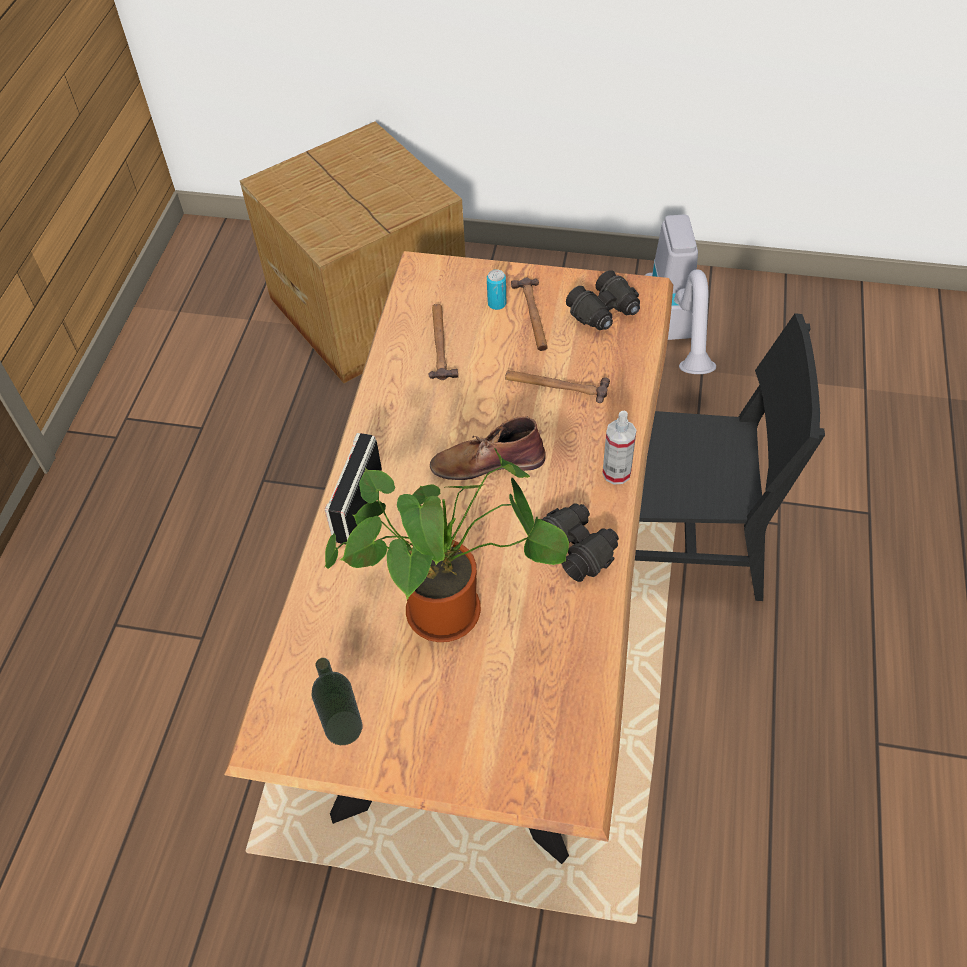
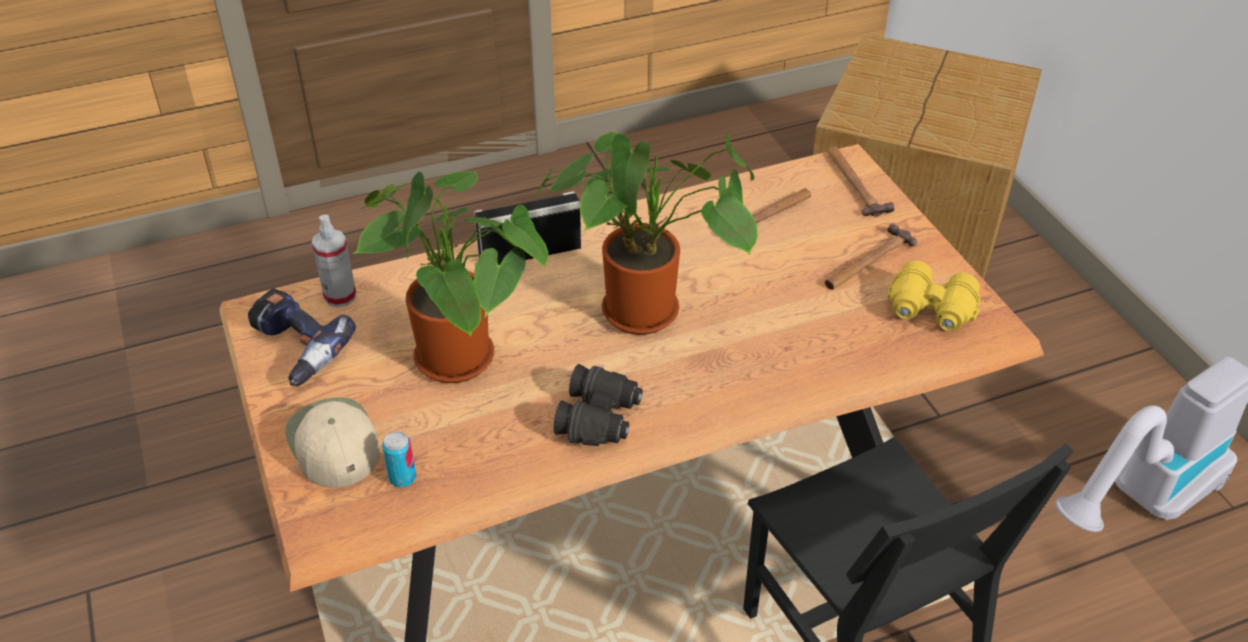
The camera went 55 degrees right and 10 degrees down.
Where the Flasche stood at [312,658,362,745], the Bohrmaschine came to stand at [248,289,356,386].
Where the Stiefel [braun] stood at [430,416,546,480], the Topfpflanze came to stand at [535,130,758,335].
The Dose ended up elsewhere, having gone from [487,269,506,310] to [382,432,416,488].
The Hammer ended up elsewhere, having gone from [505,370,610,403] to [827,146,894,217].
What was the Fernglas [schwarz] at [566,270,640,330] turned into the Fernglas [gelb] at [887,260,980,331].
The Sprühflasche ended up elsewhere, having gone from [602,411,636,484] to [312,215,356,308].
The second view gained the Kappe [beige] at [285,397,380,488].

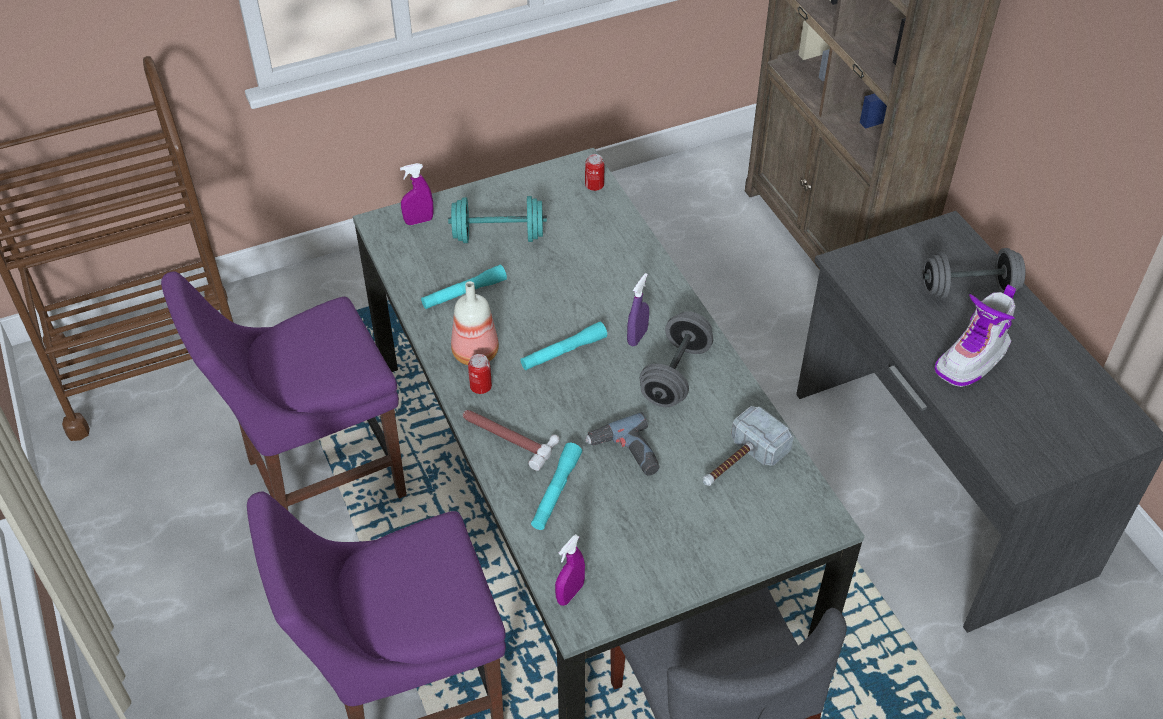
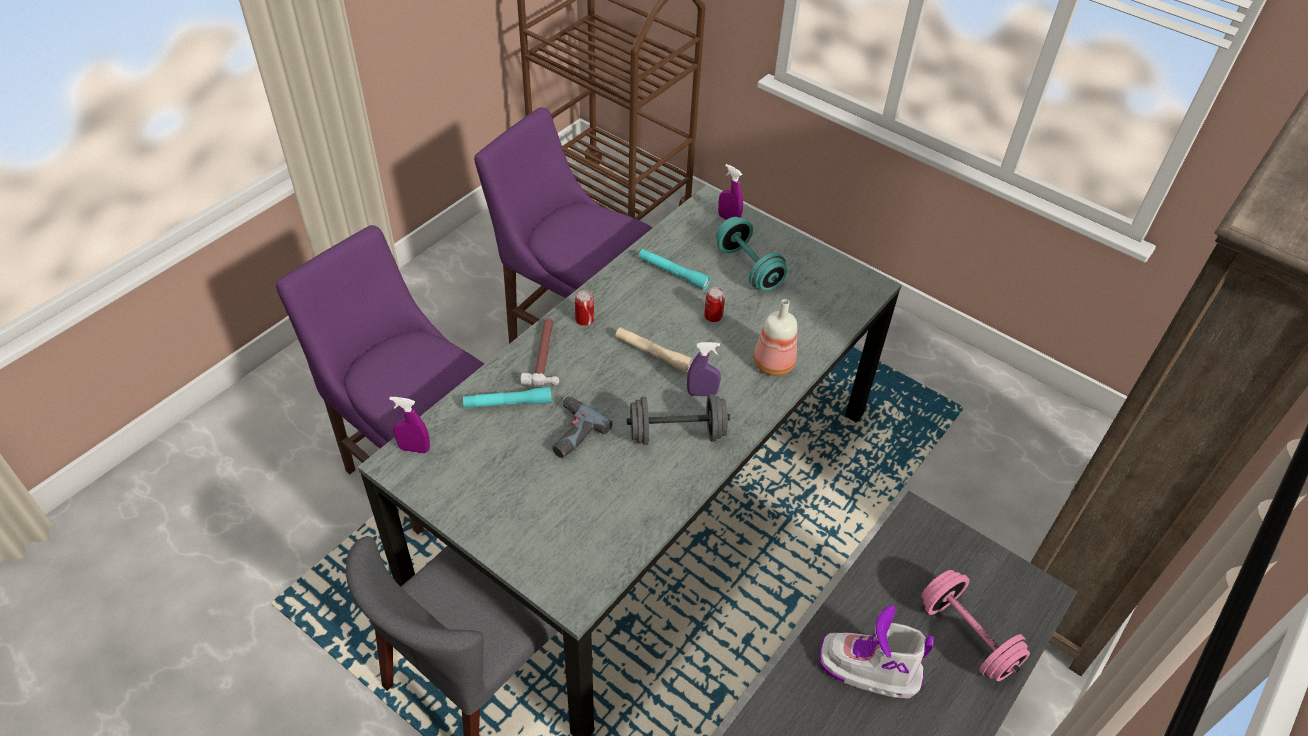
The camera went 60 degrees right and 0 degrees up.
The Flasche ended up elsewhere, having gone from [451,281,499,365] to [753,299,797,376].
What was the Taschenlampe [türkis] at [520,322,607,370] turned into the Taschenlampe [beige] at [615,327,693,373].
The Dose ended up elsewhere, having gone from [585,154,604,191] to [704,287,725,322].
The second view lost the Hammer at [703,406,794,486].
What was the Hantel [grau] at [922,248,1025,299] turned into the Hantel [rosa] at [922,570,1030,681].

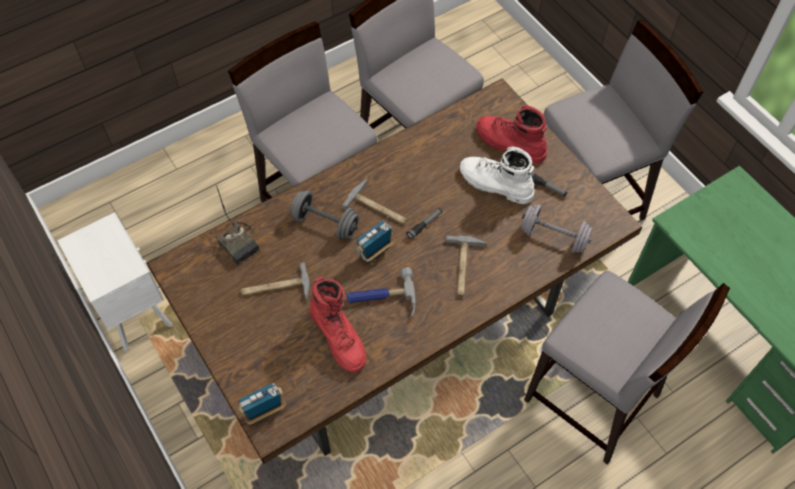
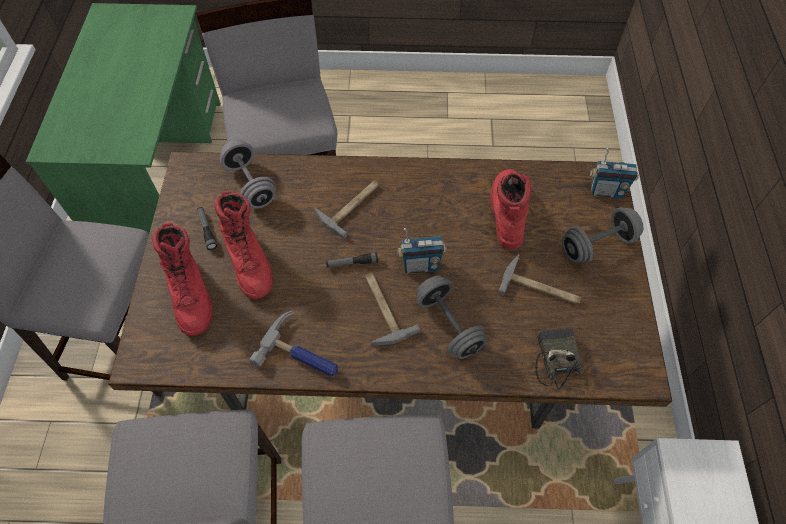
The camera went 145 degrees left and 0 degrees up.
The Hammer ended up elsewhere, having gone from [347,267,416,319] to [249,311,338,376].
What was the Stiefel [weiß] at [460,146,534,204] turned into the Stiefel [rot] at [214,190,273,300].
The second view gained the Hantel [grau] at [562,207,643,264].

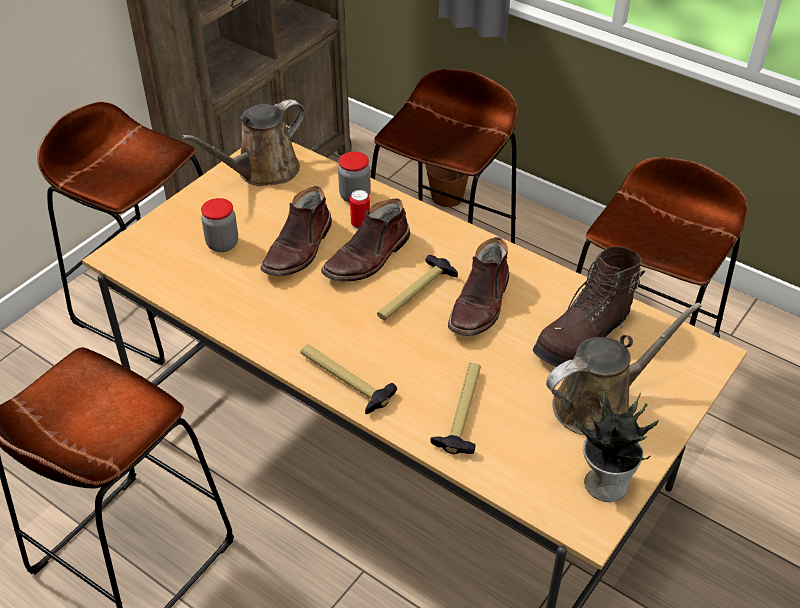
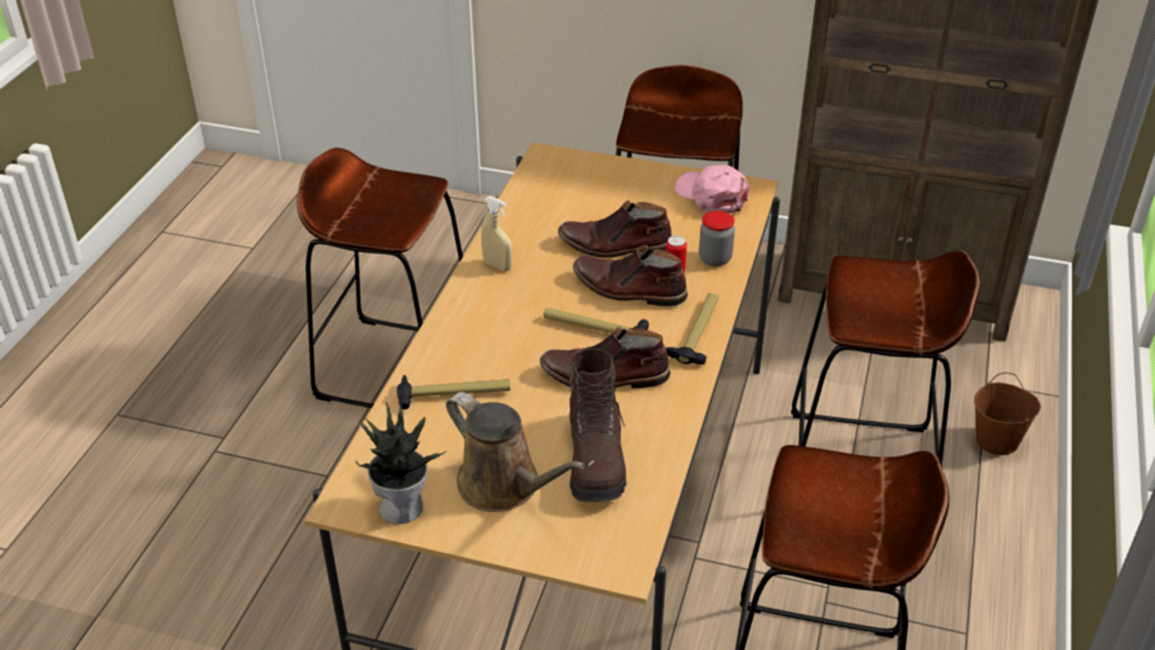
The camera went 70 degrees right and 5 degrees down.
Where the Gießkanne [braun] stood at [181,100,305,186], the Kappe [rosa] came to stand at [675,165,749,214].
The second view lost the Vorratsglas at [201,198,238,252].
The Hammer ended up elsewhere, having gone from [301,344,397,414] to [666,293,719,365].
The Stiefel [braun] at [533,246,645,367] ended up facing another way, 120 degrees counterclockwise from before.
The second view gained the Sprühflasche [beige] at [481,196,512,271].

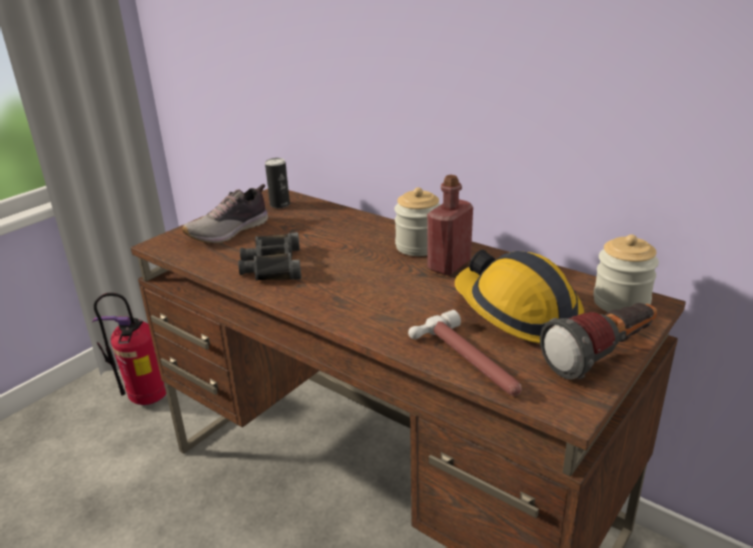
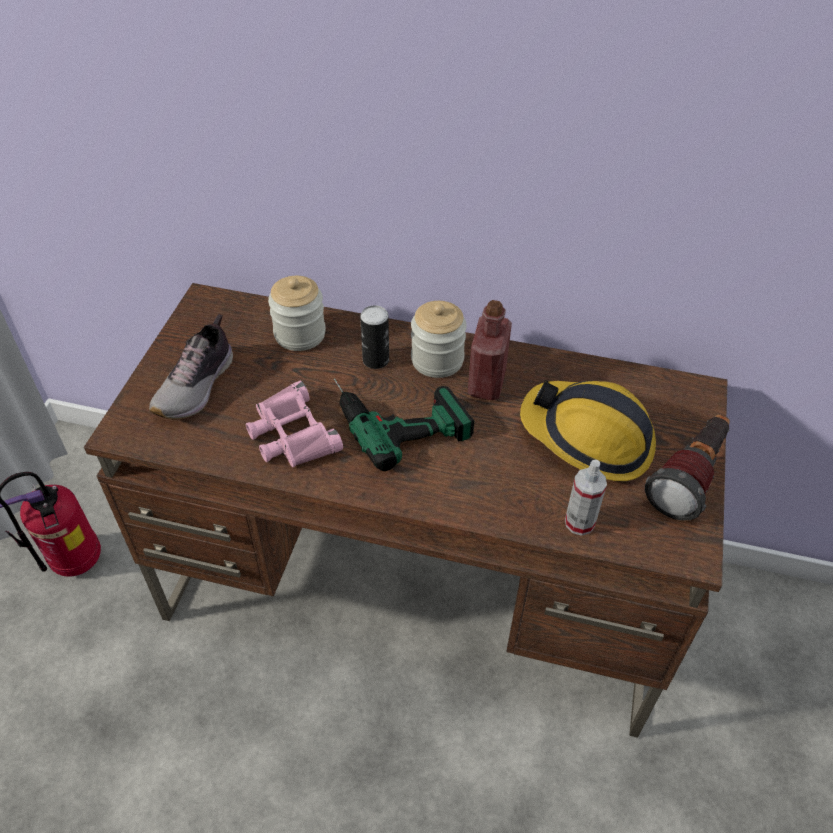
The camera went 25 degrees left and 20 degrees up.
What was the Fernglas [schwarz] at [238,232,301,281] turned into the Fernglas [rosa] at [246,381,343,467].
The Dose ended up elsewhere, having gone from [265,158,290,208] to [360,305,389,369].
Where the Hammer stood at [408,310,522,396], the Sprühflasche came to stand at [565,460,607,536].
The Vorratsglas ended up elsewhere, having gone from [593,234,659,312] to [268,276,326,351].
The second view gained the Bohrmaschine at [334,378,474,471].

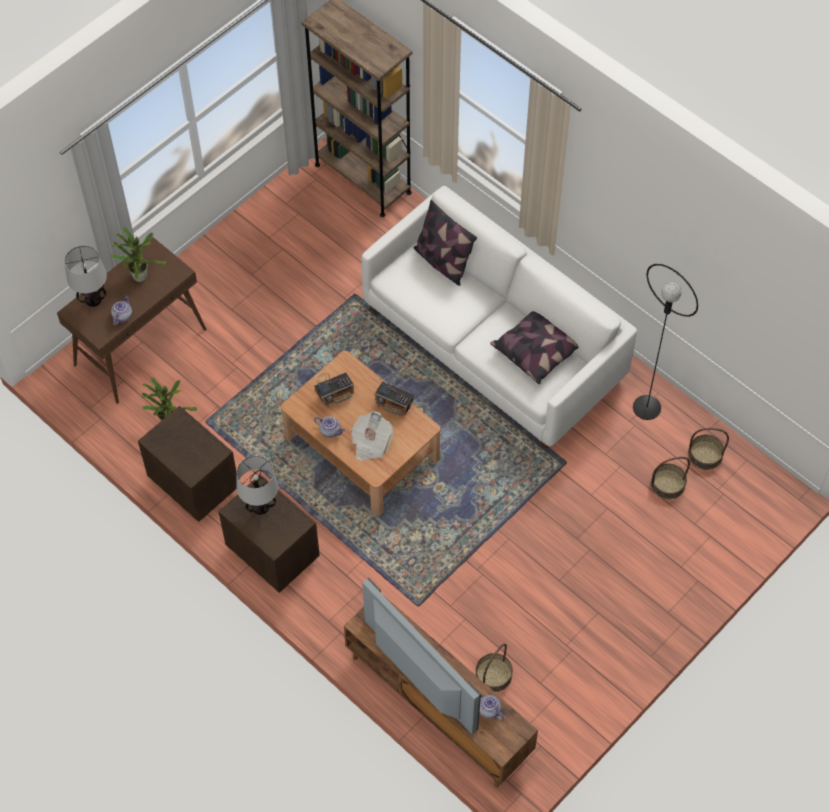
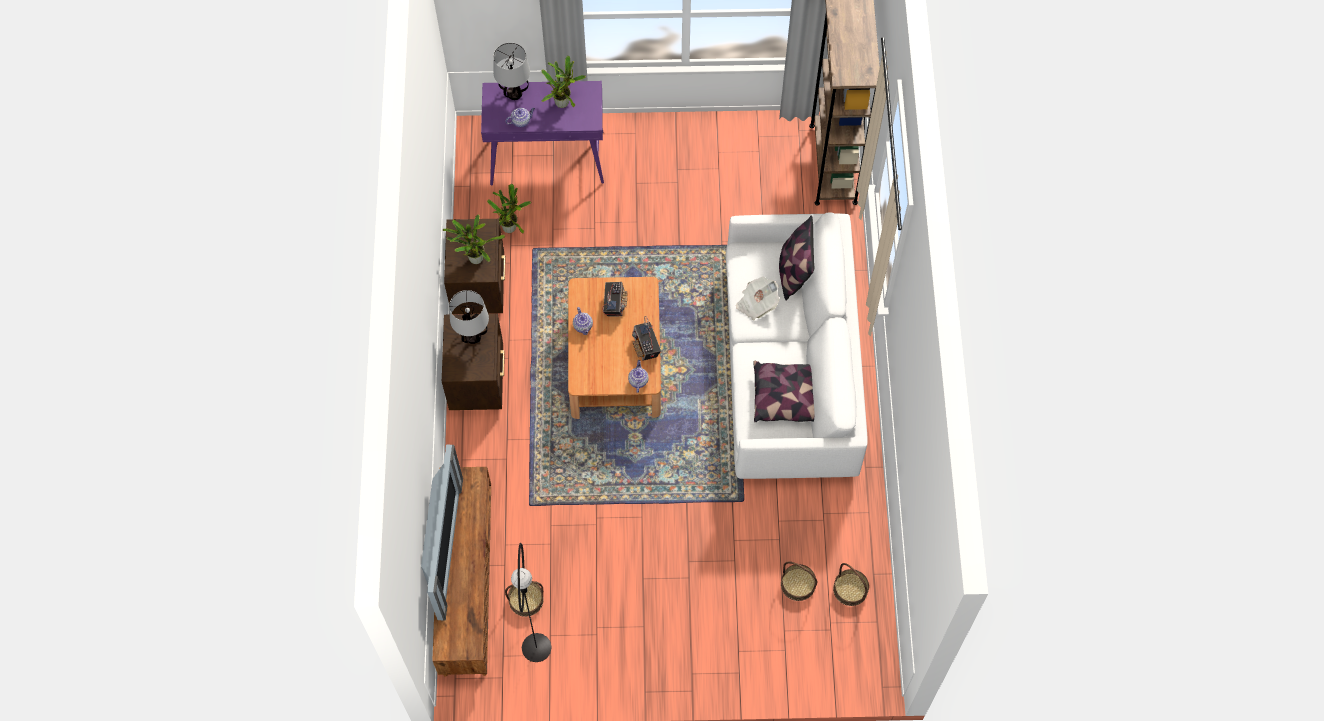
The camera went 45 degrees right and 5 degrees up.
What was the Konsolentisch [braun] at [57,237,206,404] turned into the Konsolentisch [lila] at [481,81,604,185].
The Radio at [314,372,354,407] ended up facing another way, 105 degrees counterclockwise from before.
The Zeitung ended up elsewhere, having gone from [351,411,393,460] to [736,276,779,321].
The Teekanne ended up elsewhere, having gone from [479,691,504,720] to [628,360,649,393].
The Stehlampe [schwarz] ended up elsewhere, having gone from [633,264,698,420] to [511,543,552,662].
The second view gained the Topfpflanze at [443,214,505,264].

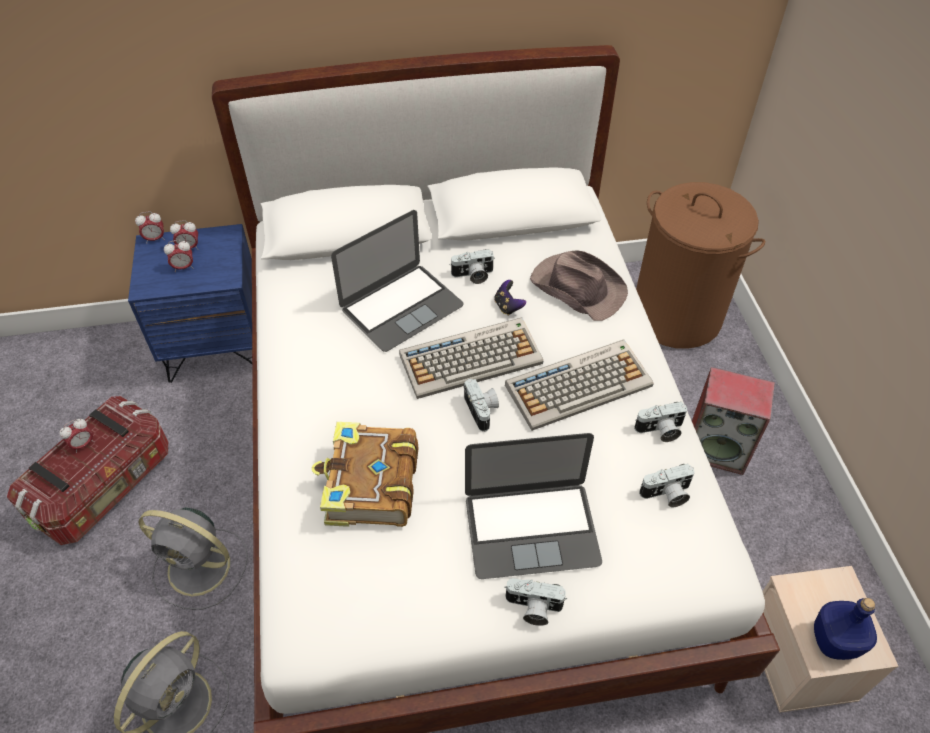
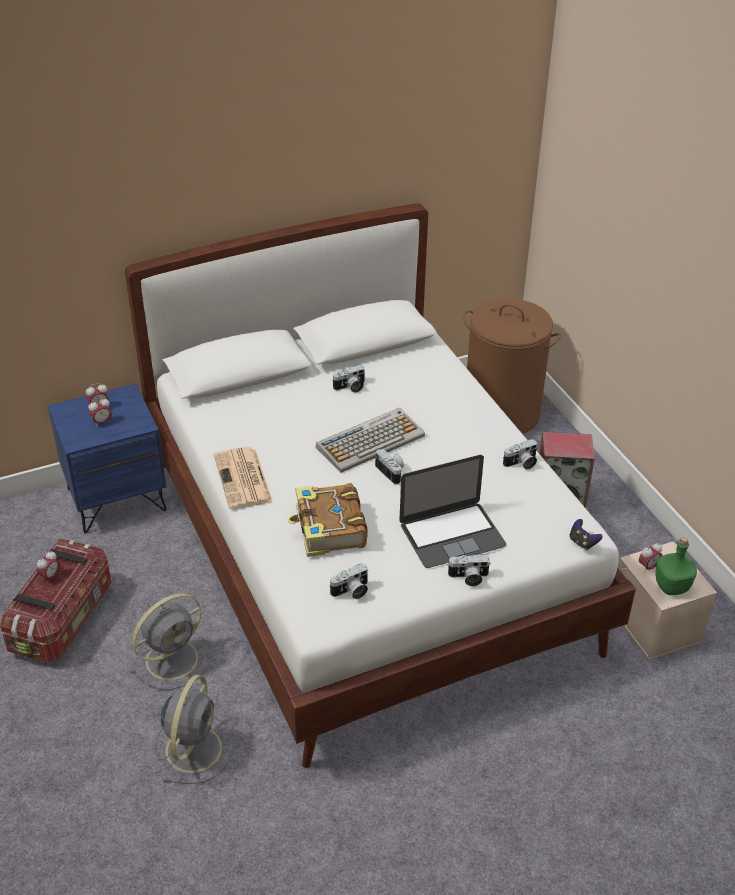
The camera went 15 degrees left and 10 degrees down.
The Wecker ended up elsewhere, having gone from [135,211,165,242] to [639,543,663,573].
The Ventilator [grau] at [139,507,248,610] ended up facing another way, 45 degrees counterclockwise from before.
The second view lost the Laptop at [331,210,464,352].
The Gamepad ended up elsewhere, having gone from [494,280,526,316] to [570,519,602,550].
The second view lost the Tastatur at [505,340,654,431].
The second view lost the Hut [braun] at [530,250,628,321].
The Kamera ended up elsewhere, having gone from [639,464,694,507] to [329,563,368,599].
What was the Flasche [blau] at [814,598,877,660] turned into the Flasche [grün] at [656,537,697,595].
The second view gained the Zeitung at [214,447,273,509].

